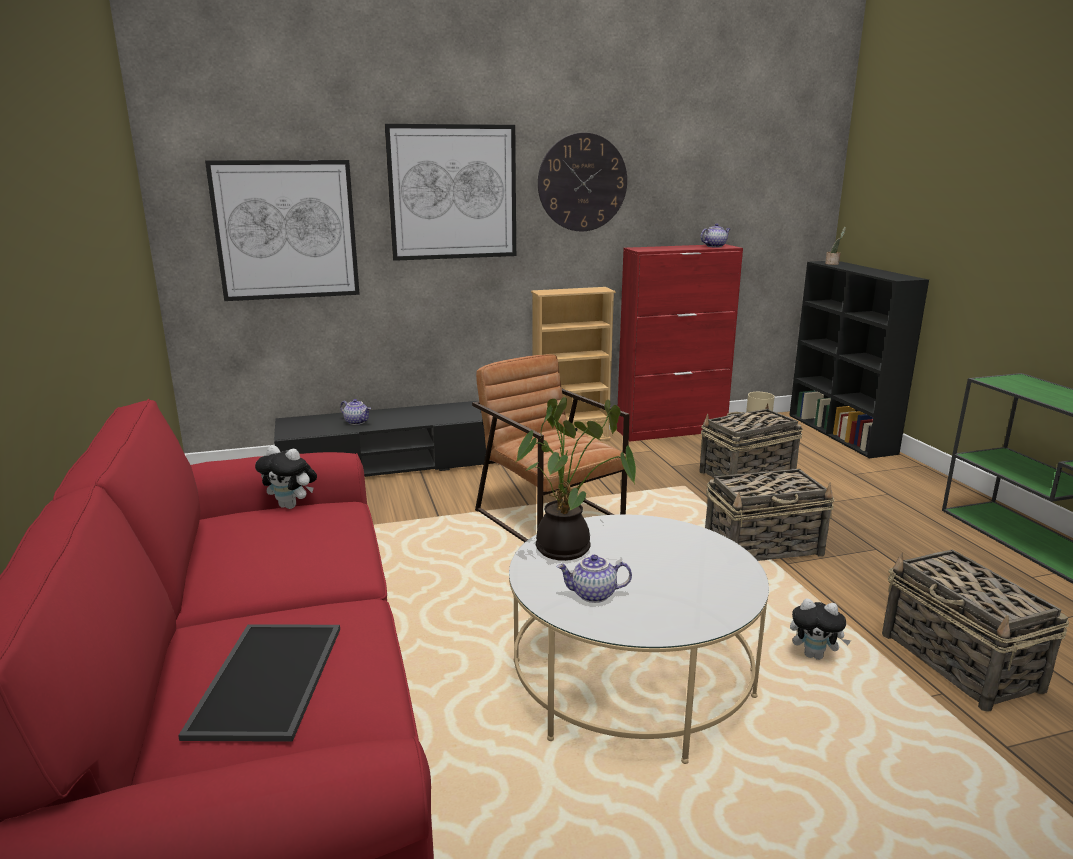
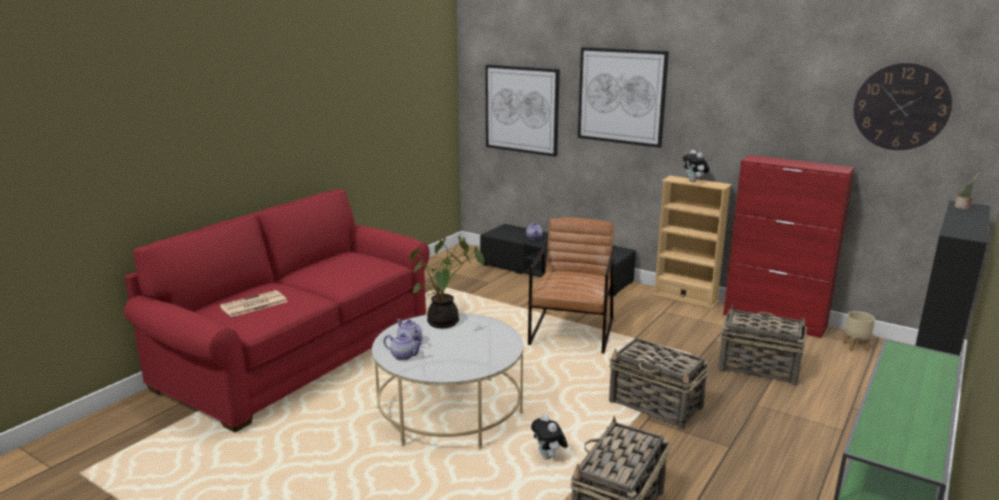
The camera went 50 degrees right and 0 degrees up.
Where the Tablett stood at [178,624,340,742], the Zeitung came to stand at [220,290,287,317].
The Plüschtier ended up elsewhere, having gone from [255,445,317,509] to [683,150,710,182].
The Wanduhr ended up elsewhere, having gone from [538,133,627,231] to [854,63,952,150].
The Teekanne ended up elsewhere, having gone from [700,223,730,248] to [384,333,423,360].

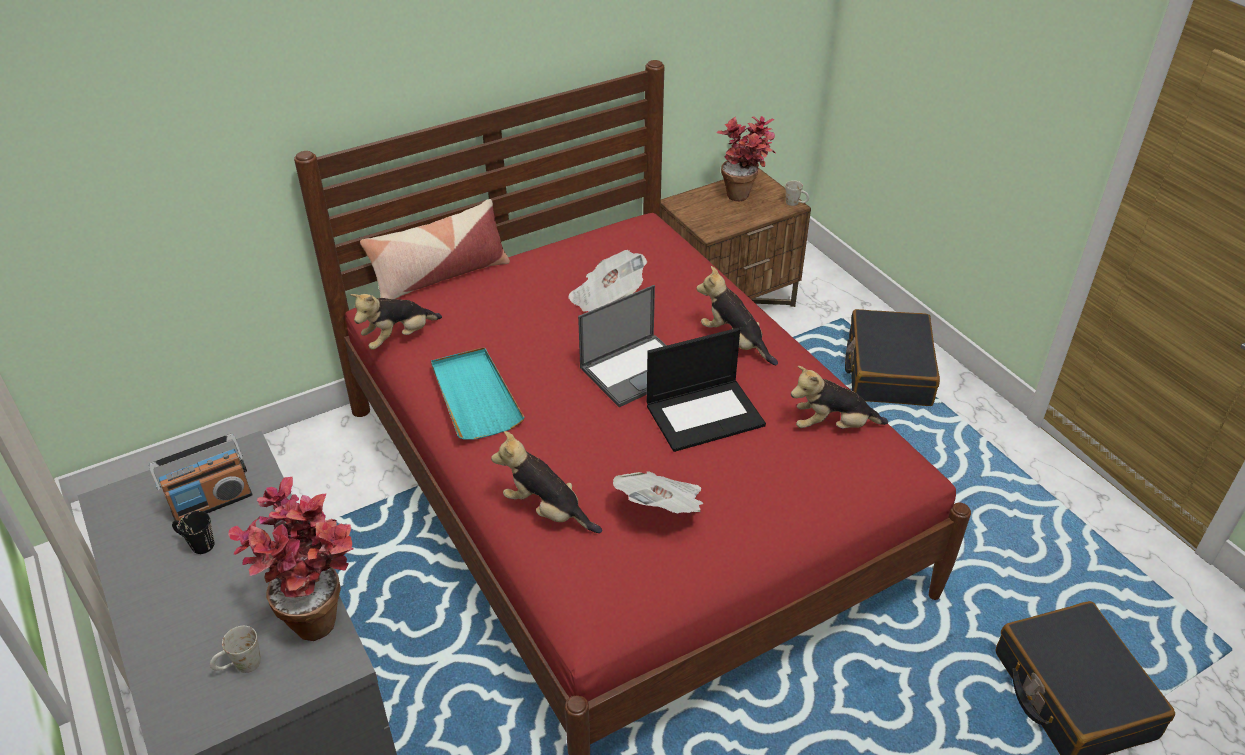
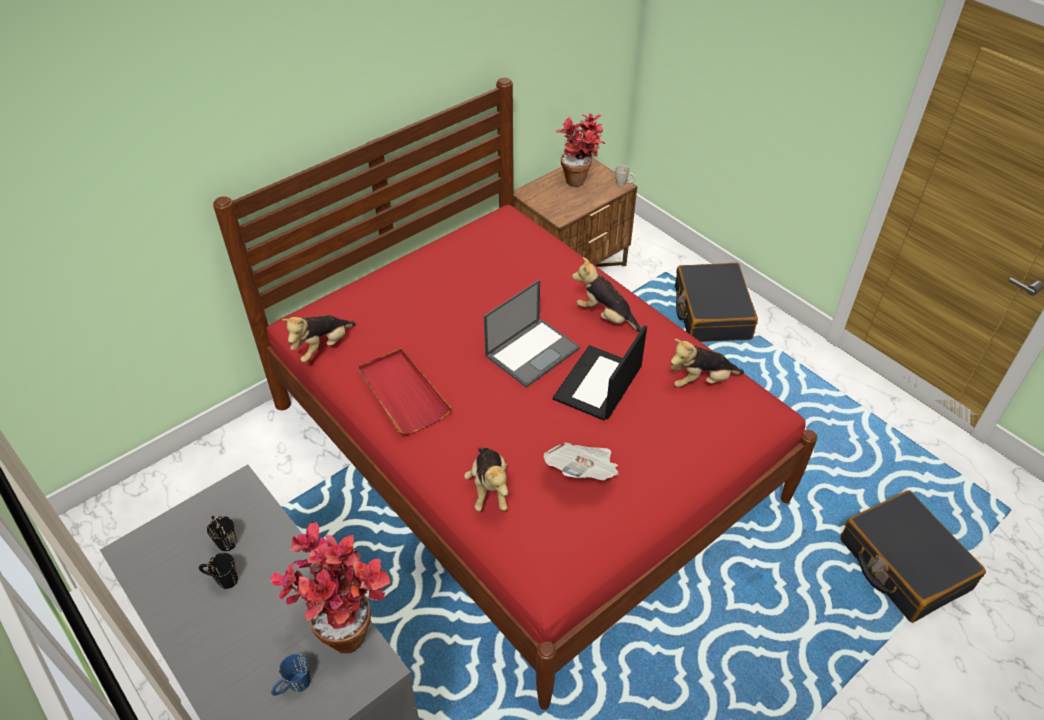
The camera went 10 degrees left and 5 degrees up.
Where the Radio stood at [149,434,253,525], the Henkelbecher [schwarz] came to stand at [207,516,237,551].
What was the Henkelbecher [weiß] at [210,626,261,673] turned into the Henkelbecher [blau] at [271,654,310,696].
The second view lost the Kissen at [360,199,510,299].
What was the Tablett [türkis] at [431,347,525,440] turned into the Tablett [rot] at [358,348,452,435].
The Plüschtier at [491,431,602,533] ended up facing another way, 120 degrees counterclockwise from before.
The second view lost the Zeitung at [568,250,647,312].
The Laptop at [647,328,766,452] ended up facing another way, 150 degrees clockwise from before.

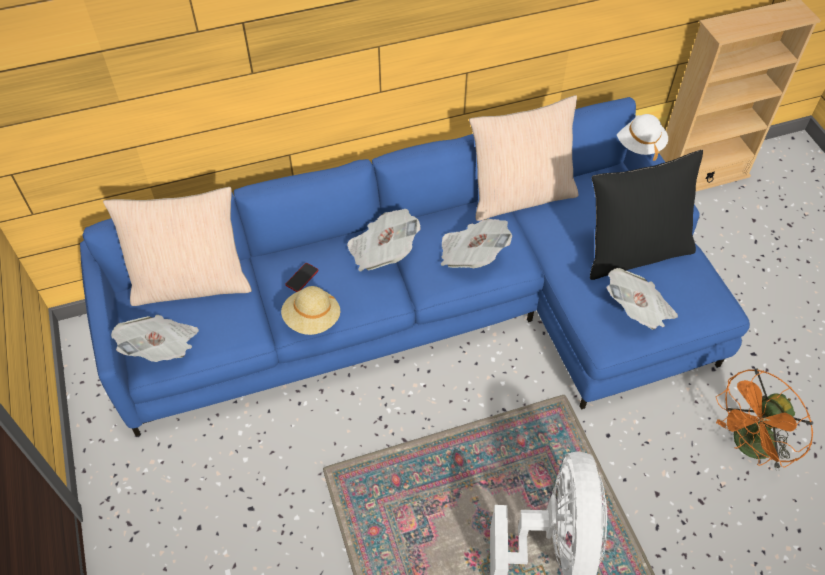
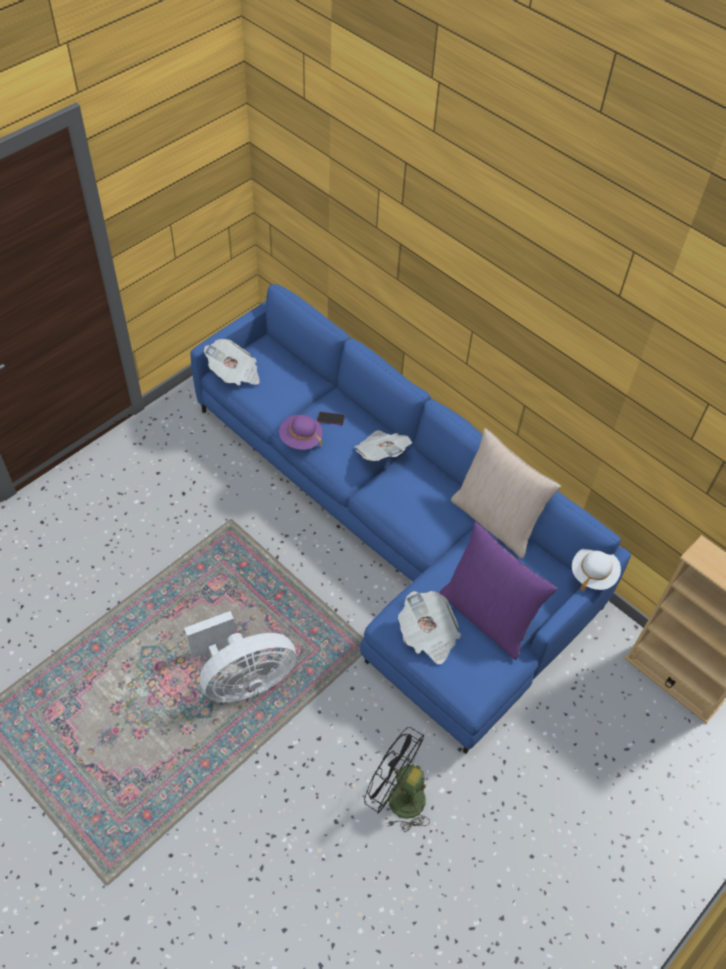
The camera went 60 degrees right and 0 degrees up.
The second view lost the Kissen [beige] at [103,187,252,306].
What was the Hut [beige] at [281,286,341,335] turned into the Hut [lila] at [279,415,323,450].
The second view lost the Zeitung at [441,219,512,268].
What was the Kissen [schwarz] at [590,150,703,280] turned into the Kissen [lila] at [439,522,557,660].
What was the Ventilator [orange] at [716,369,813,471] turned into the Ventilator [schwarz] at [364,727,430,832].

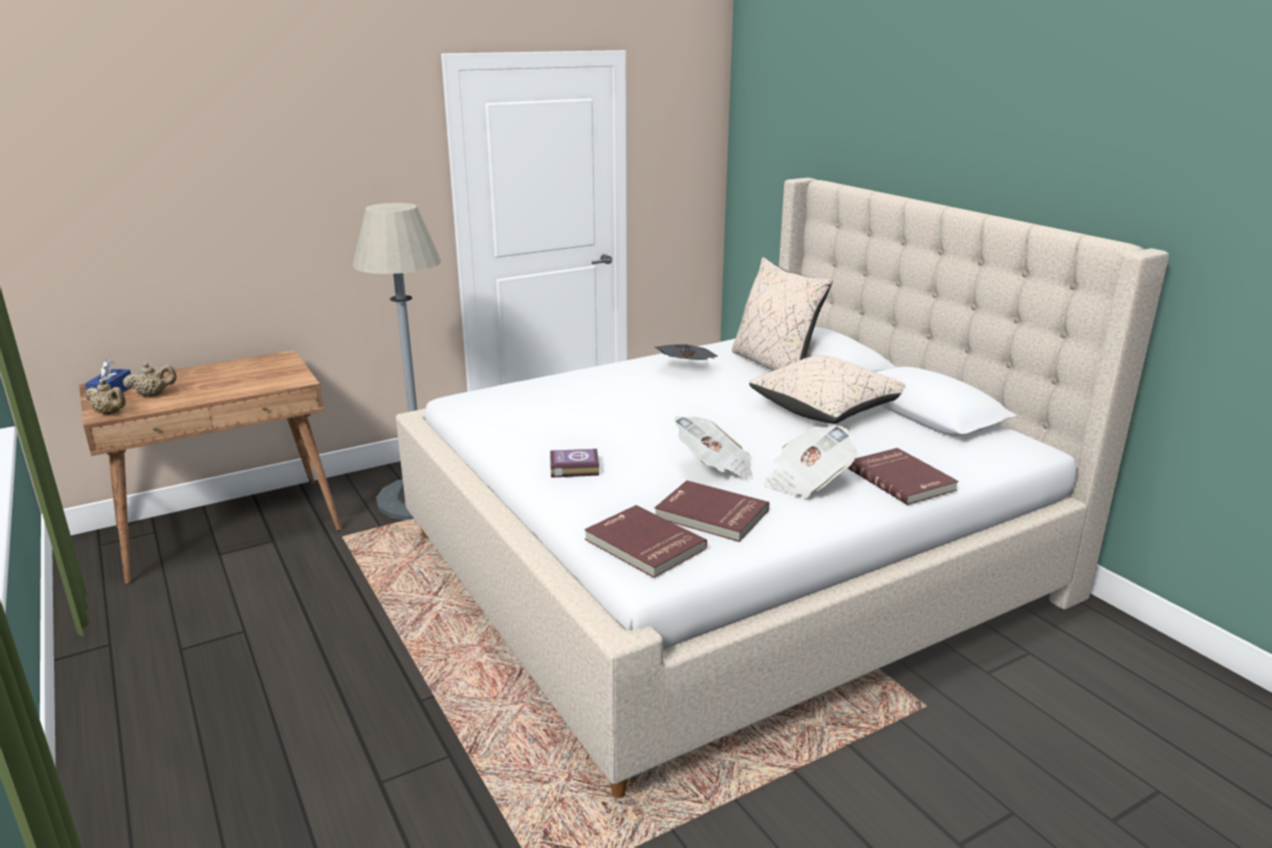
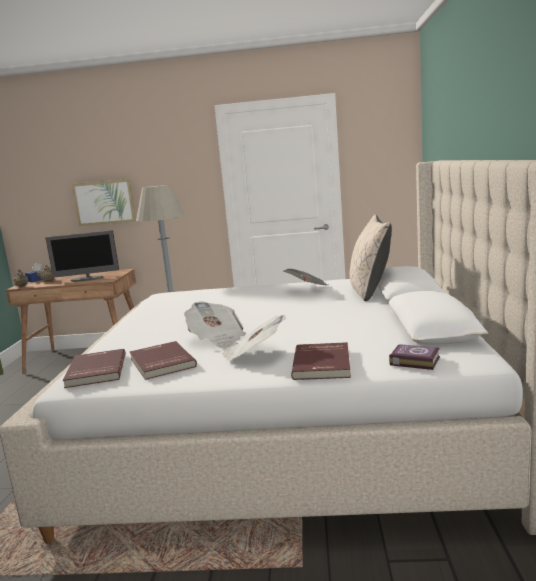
The camera went 35 degrees right and 10 degrees down.
The Buch ended up elsewhere, having gone from [550,449,599,478] to [389,344,440,370].
The second view lost the Kissen [beige] at [749,356,906,424].
The second view gained the Monitor at [46,230,119,282].
The second view gained the Bild at [72,179,136,226].

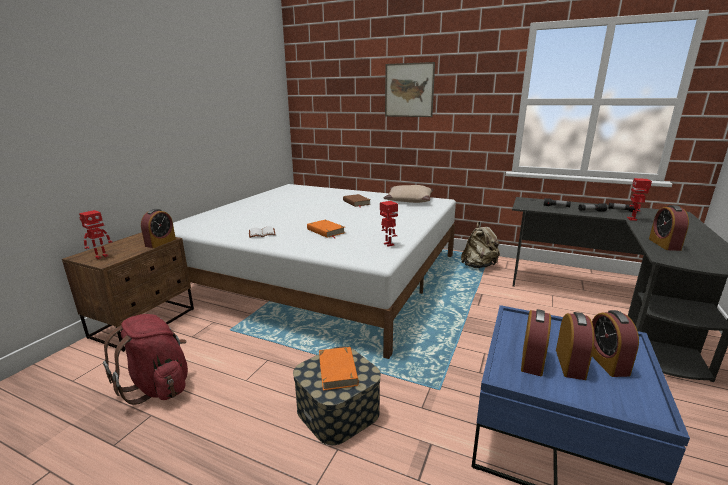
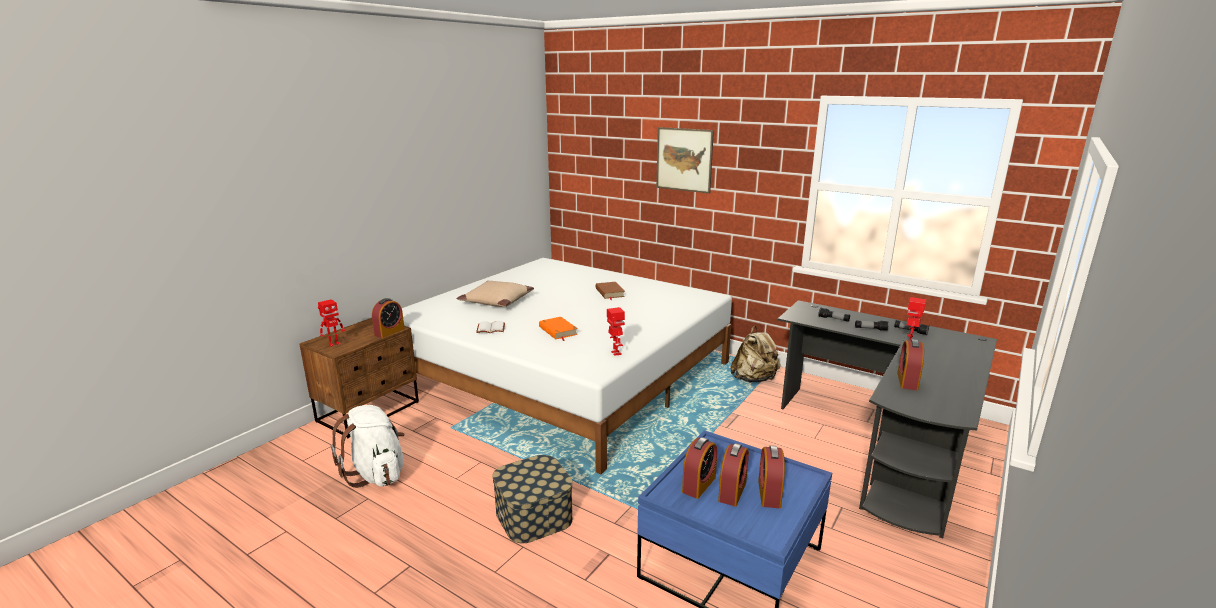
The camera went 10 degrees right and 0 degrees up.
What was the Rucksack [rot] at [103,314,188,405] turned into the Rucksack [weiß] at [331,405,404,488].
The second view lost the Buch [orange] at [319,347,359,391].
The Kissen [beige] ended up elsewhere, having gone from [383,185,434,203] to [457,281,534,307].

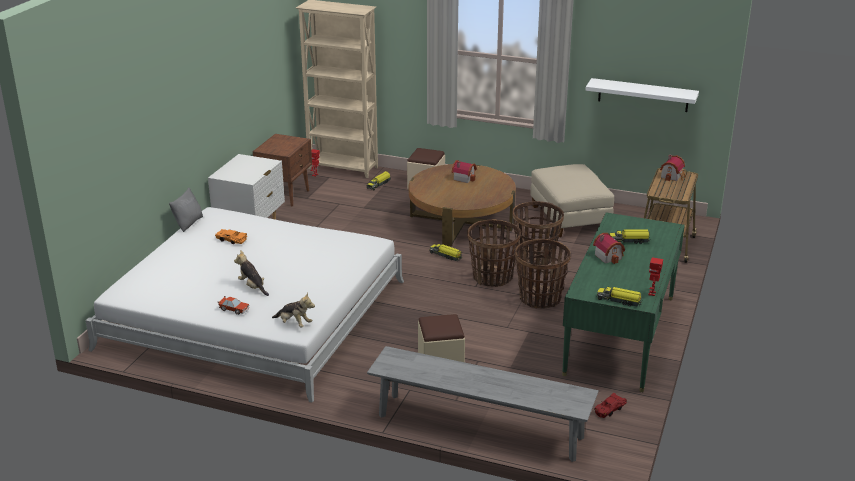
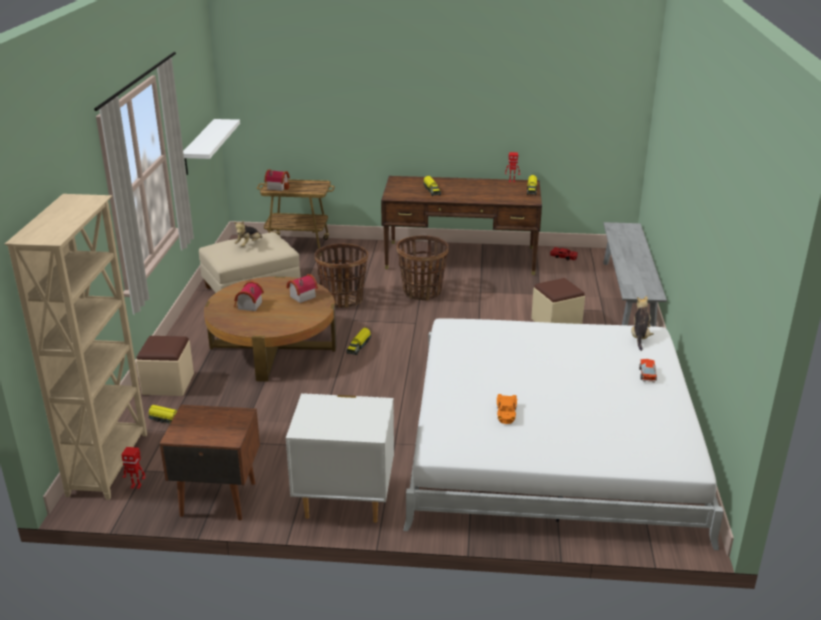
The camera went 105 degrees left and 0 degrees up.
The second view lost the Kissen [grau] at [169,188,203,232].
The Plüschtier ended up elsewhere, having gone from [234,250,269,296] to [234,221,262,247].
The second view lost the Korb at [467,219,521,287].
What was the Schreibtisch [grün] at [562,213,685,392] turned into the Schreibtisch [braun] at [381,176,542,275].
The Spielzeughaus ended up elsewhere, having gone from [593,233,625,264] to [286,274,318,303].

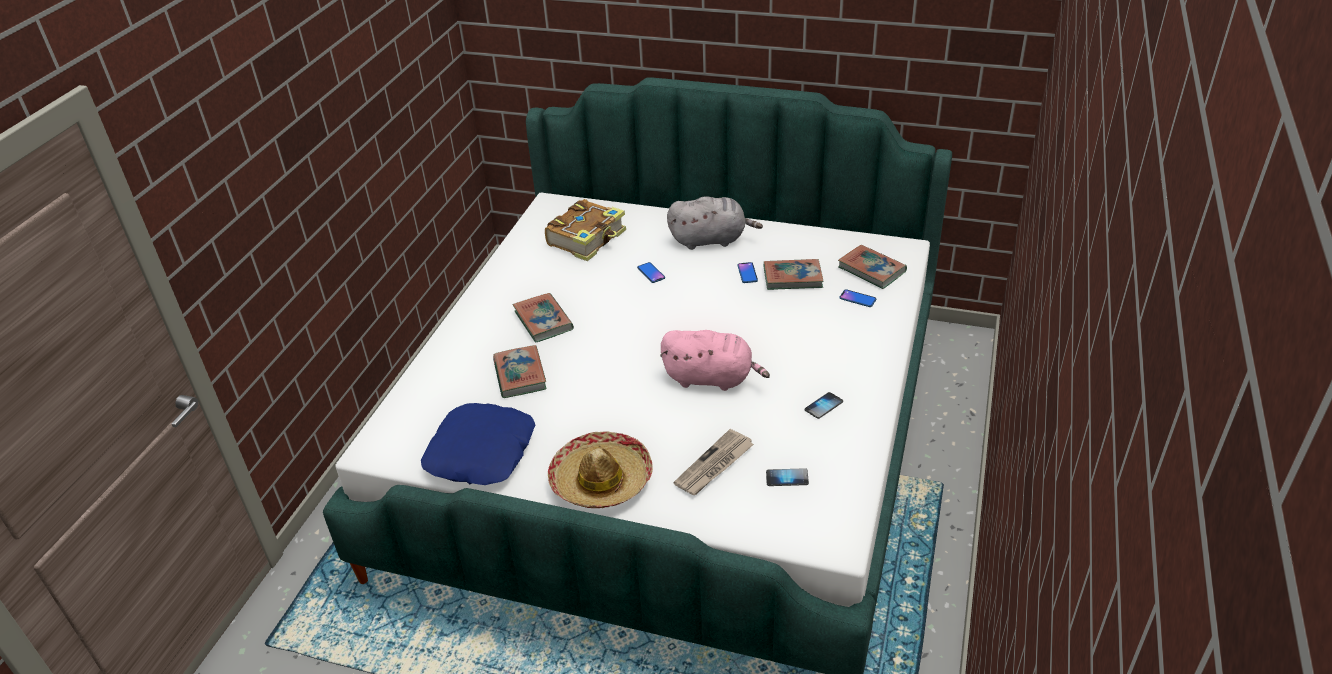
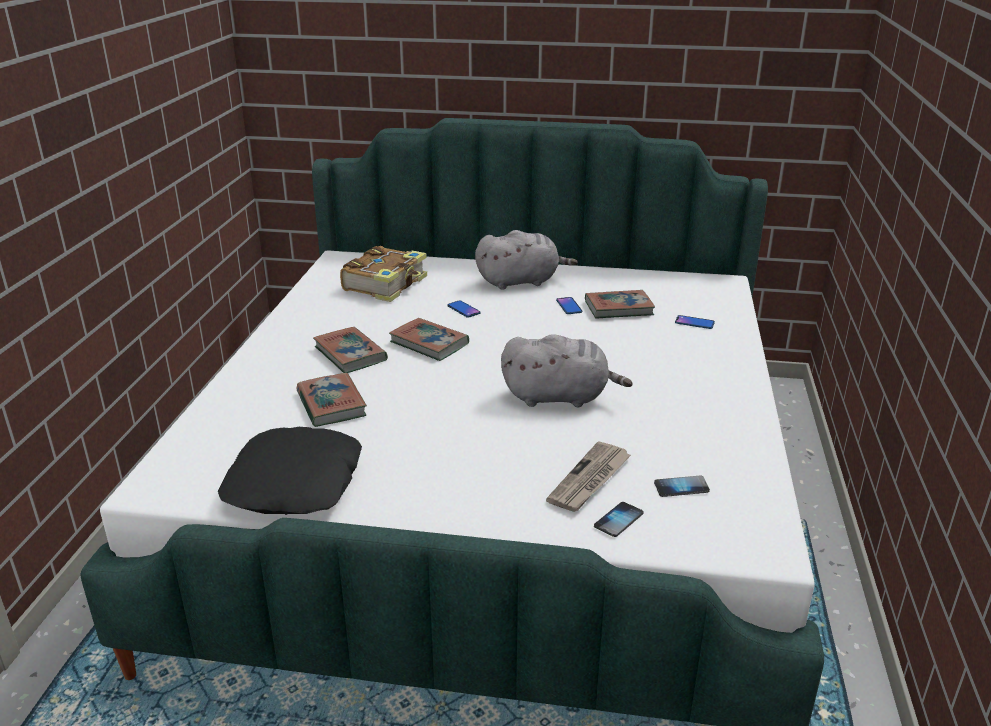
The camera went 10 degrees left and 10 degrees down.
What was the Kissen [blau] at [421,403,535,485] turned into the Kissen [schwarz] at [218,427,362,515].
The second view lost the Hut at [548,431,653,508].
What was the Plüschtier [rosa] at [660,330,770,391] turned into the Plüschtier [grau] at [501,334,633,407].
The Handy ended up elsewhere, having gone from [805,392,843,419] to [594,502,643,537].
The Buch ended up elsewhere, having gone from [838,245,907,289] to [389,318,469,361].

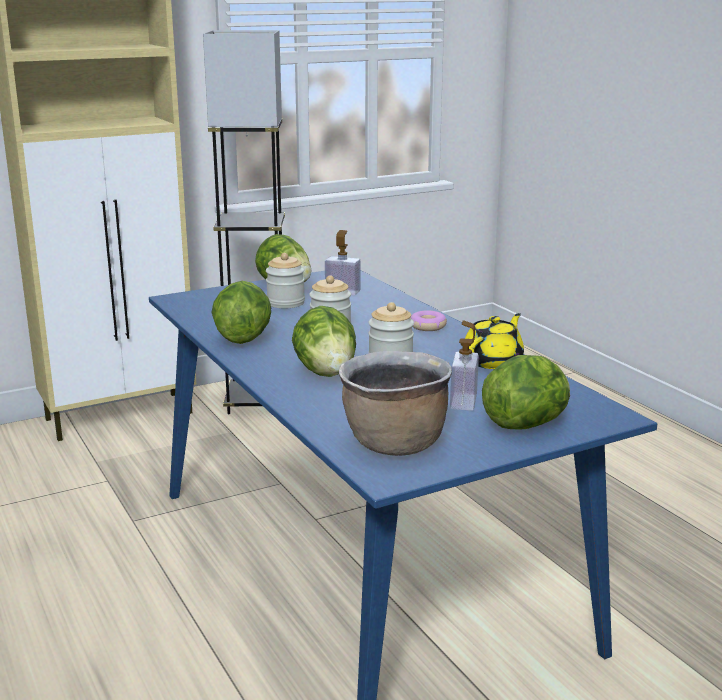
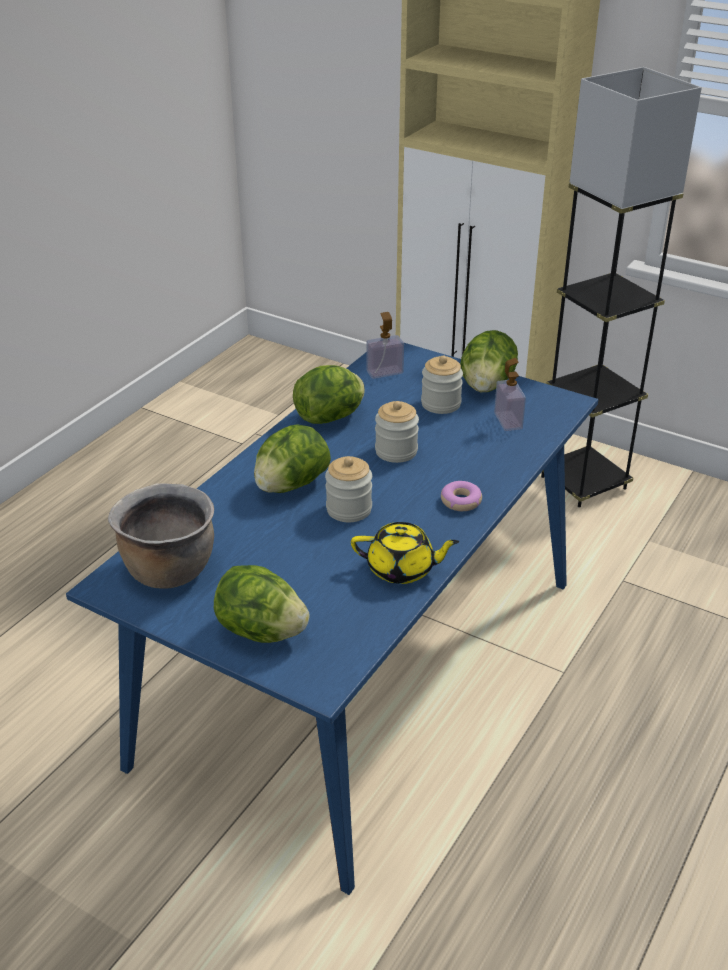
The camera went 60 degrees right and 15 degrees up.
The Seifenspender ended up elsewhere, having gone from [450,320,479,411] to [367,312,404,379].

